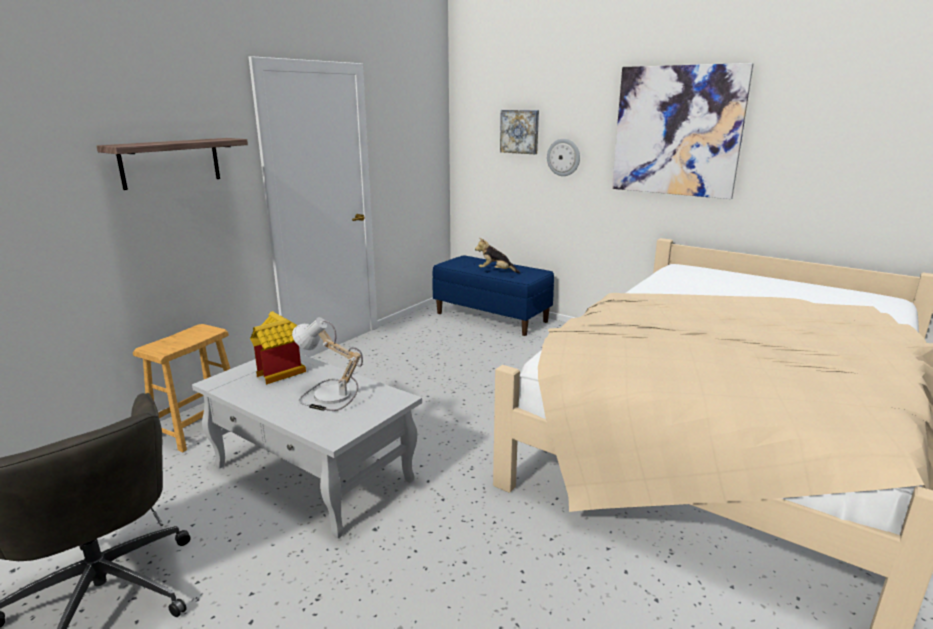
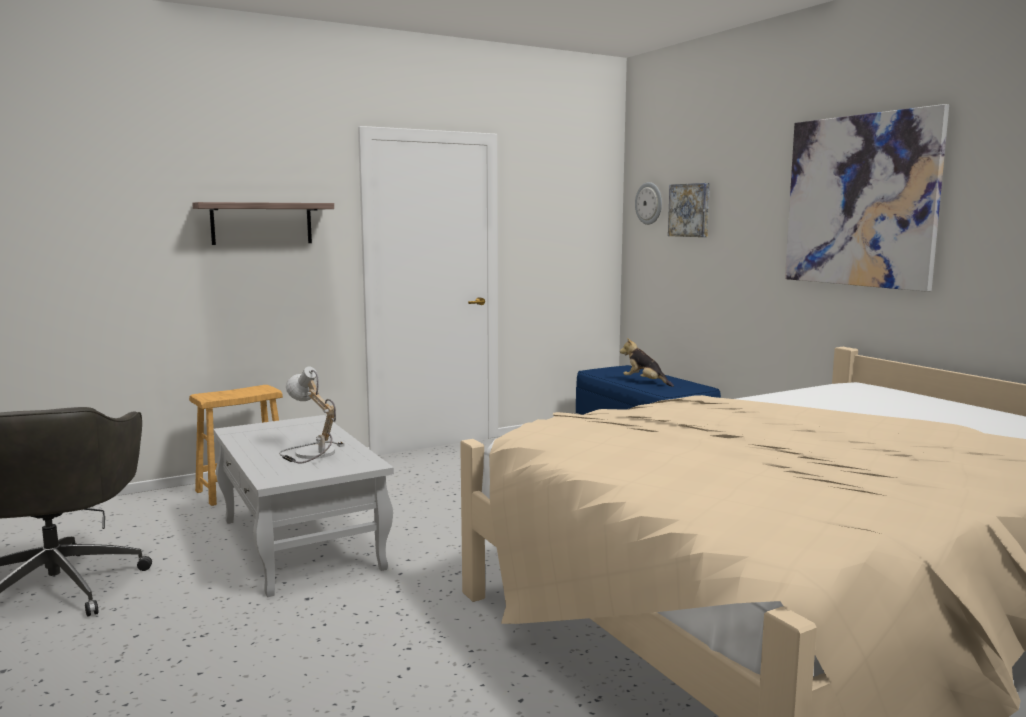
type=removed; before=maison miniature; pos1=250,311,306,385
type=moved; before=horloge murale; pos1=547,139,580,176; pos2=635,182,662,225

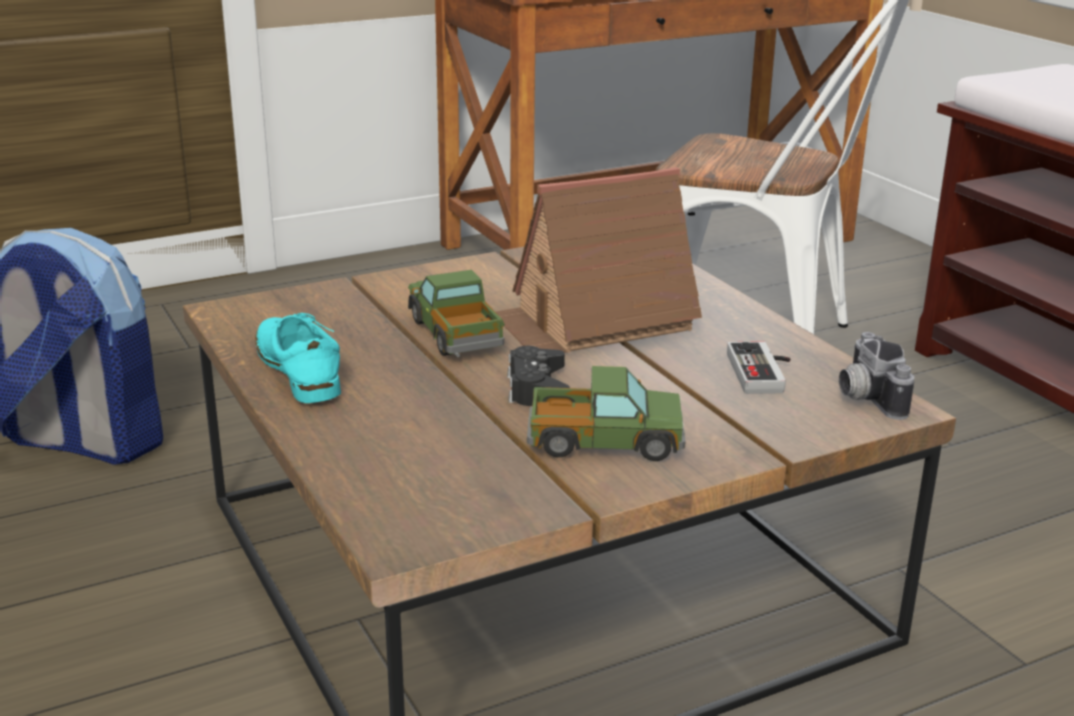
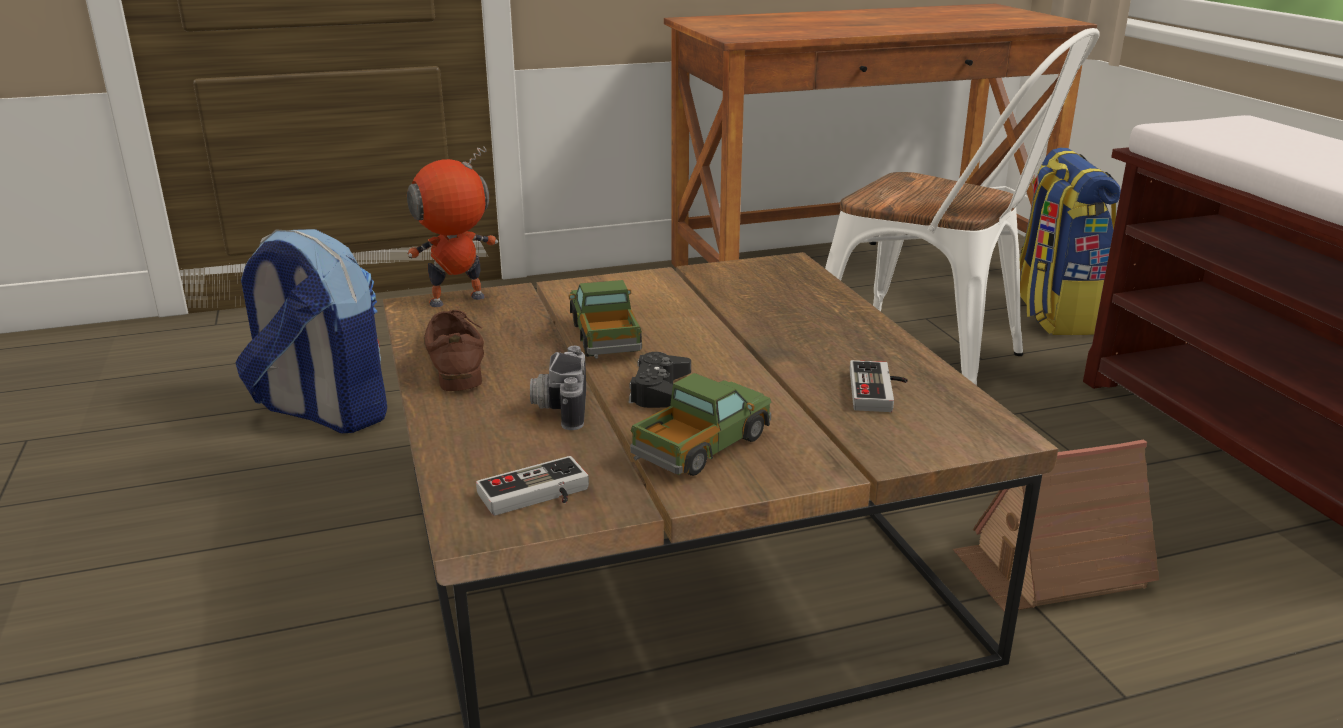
type=recoloured; before=chaussure [turquoise]; after=chaussure [marron]; pos1=255,313,341,403; pos2=424,310,484,391
type=moved; before=maison miniature; pos1=495,167,702,353; pos2=953,439,1159,612
type=turned; before=camion jouet; pos1=527,366,686,461; pos2=630,373,772,476; turn=-60
type=moved; before=appareil photo; pos1=839,332,914,420; pos2=530,346,586,430
type=added; after=robot jouet; pos2=407,146,498,307
type=added; after=manette; pos2=476,456,589,516
type=added; after=sac à dos; pos2=1020,148,1121,335

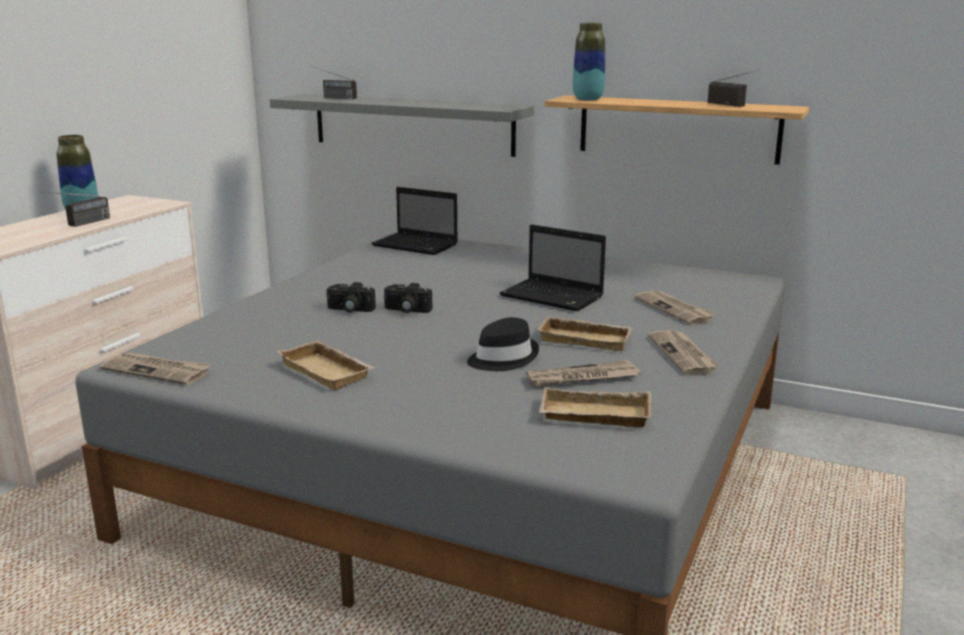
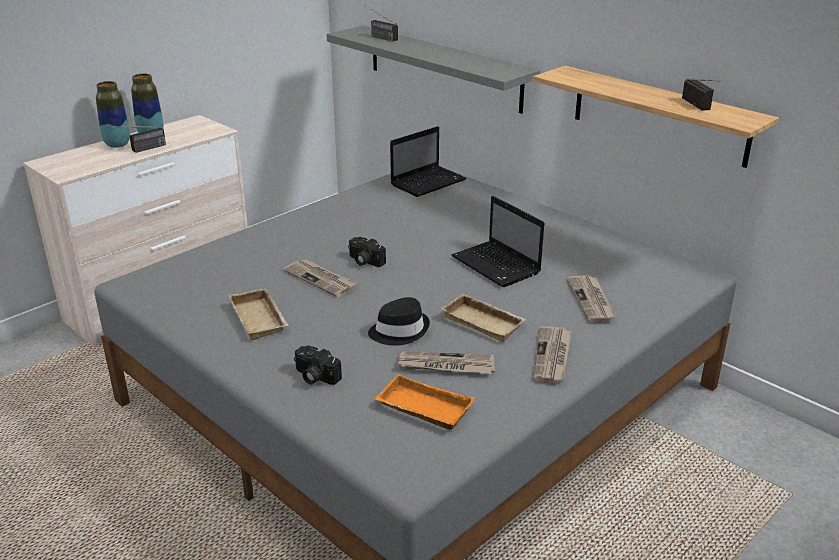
type=moved; before=journal; pos1=99,352,212,385; pos2=283,259,357,297
type=moved; before=appareil photo; pos1=326,282,376,312; pos2=294,345,342,385
type=turned; before=ordinateur portable; pos1=372,187,458,255; pos2=390,126,467,197; turn=-90
type=recoloured; before=plateau [beige]; after=plateau [orange]; pos1=539,387,652,427; pos2=374,374,475,430
type=moved; before=vase; pos1=572,23,605,101; pos2=96,81,130,148

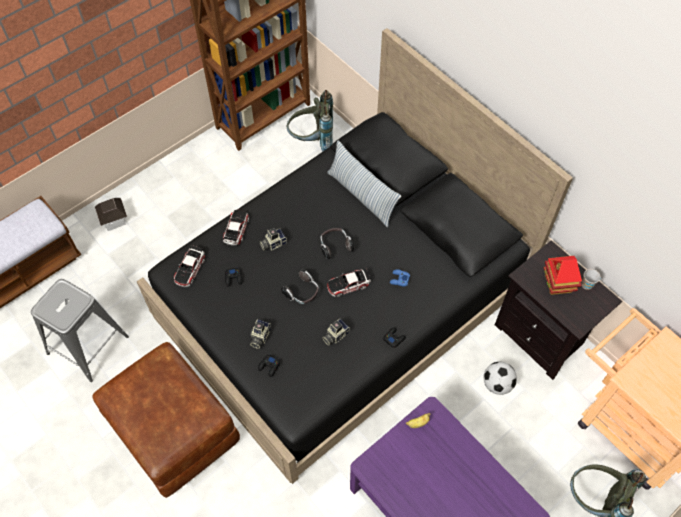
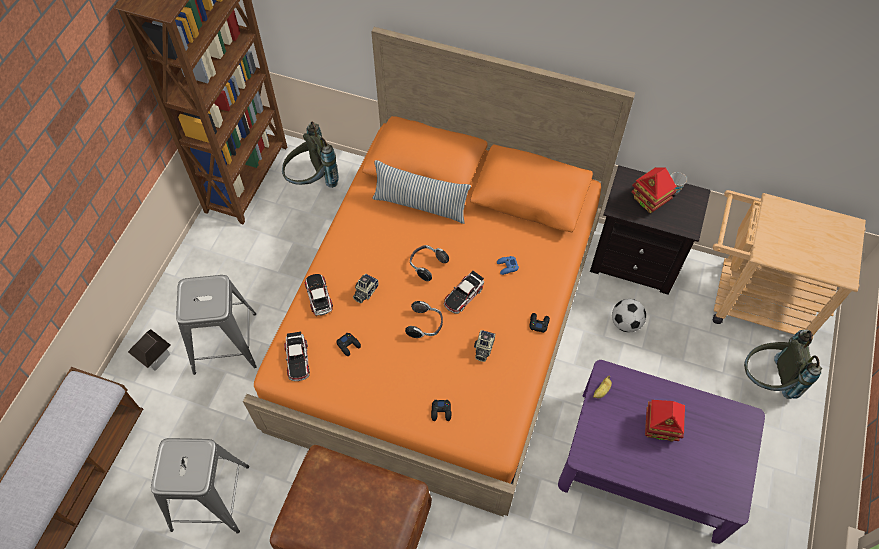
type=recoloured; before=lit [noir]; after=lit [orange]; pos1=137,28,573,484; pos2=243,27,635,517
type=removed; before=appareil photo; pos1=250,319,271,349
type=added; after=tabouret [gris]; pos2=176,275,257,375
type=added; after=maison miniature; pos2=645,400,685,442

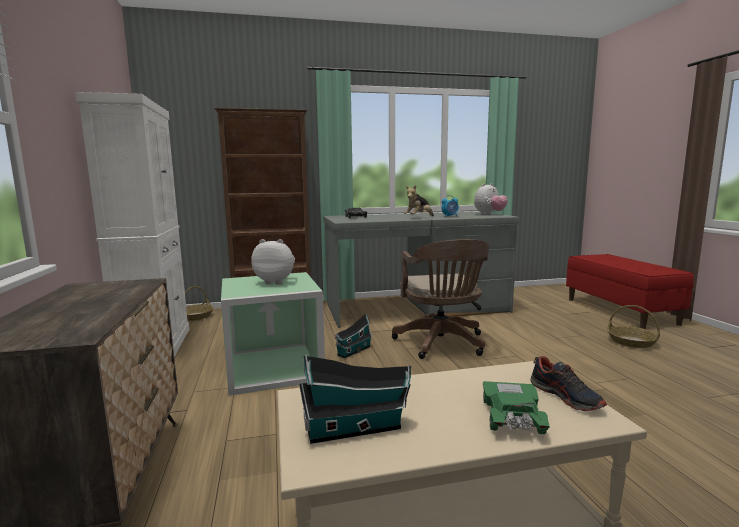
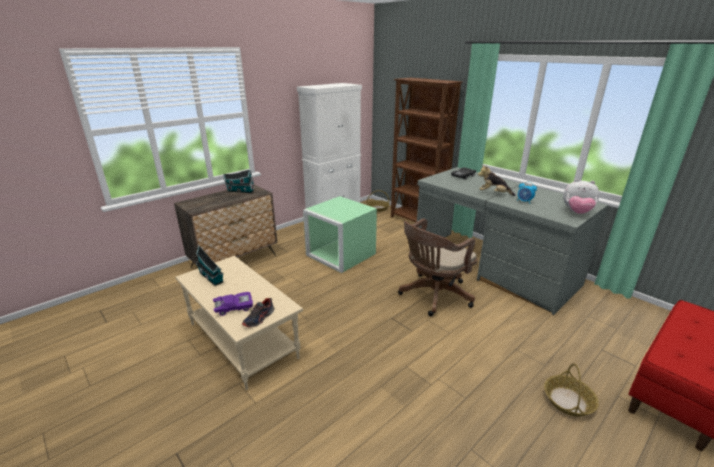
type=removed; before=peluche; pos1=251,239,295,284
type=moved; before=maison miniature; pos1=335,314,372,358; pos2=223,169,254,193
type=recoloured; before=petite voiture [vert]; after=petite voiture [violet]; pos1=483,381,550,434; pos2=213,292,253,316

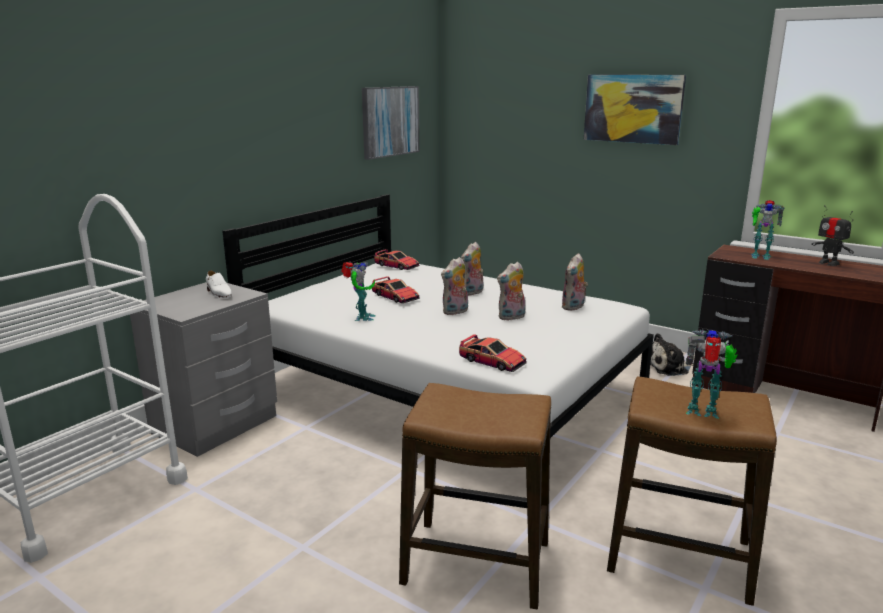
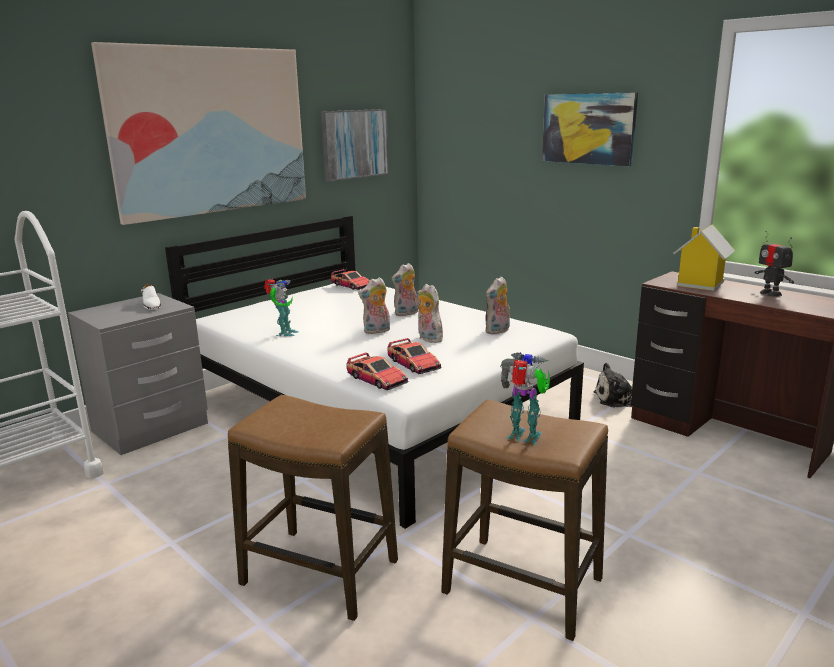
type=moved; before=petite voiture; pos1=372,276,419,303; pos2=387,338,442,374
type=turned; before=peluche; pos1=497,262,525,320; pos2=417,284,443,343; turn=75
type=replaced; before=robot jouet; after=maison miniature; pos1=751,200,784,260; pos2=673,224,735,291
type=added; after=tableau; pos2=91,42,306,225

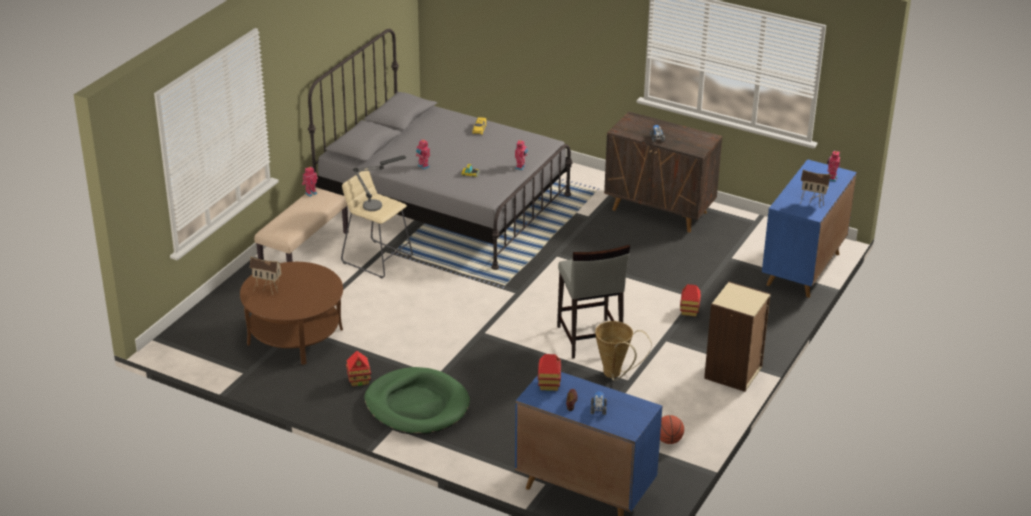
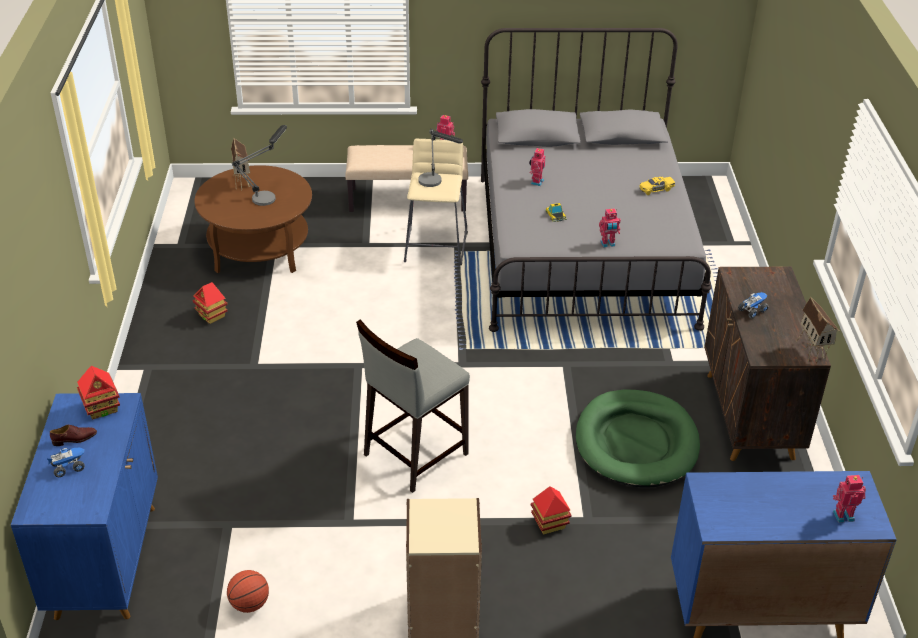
type=moved; before=panier pour chien [vert]; pos1=364,367,470,435; pos2=576,389,700,488
type=removed; before=panier; pos1=595,321,652,380
type=moved; before=maison miniature; pos1=800,170,831,207; pos2=795,297,840,364
type=added; after=lampe de table; pos2=232,125,287,206

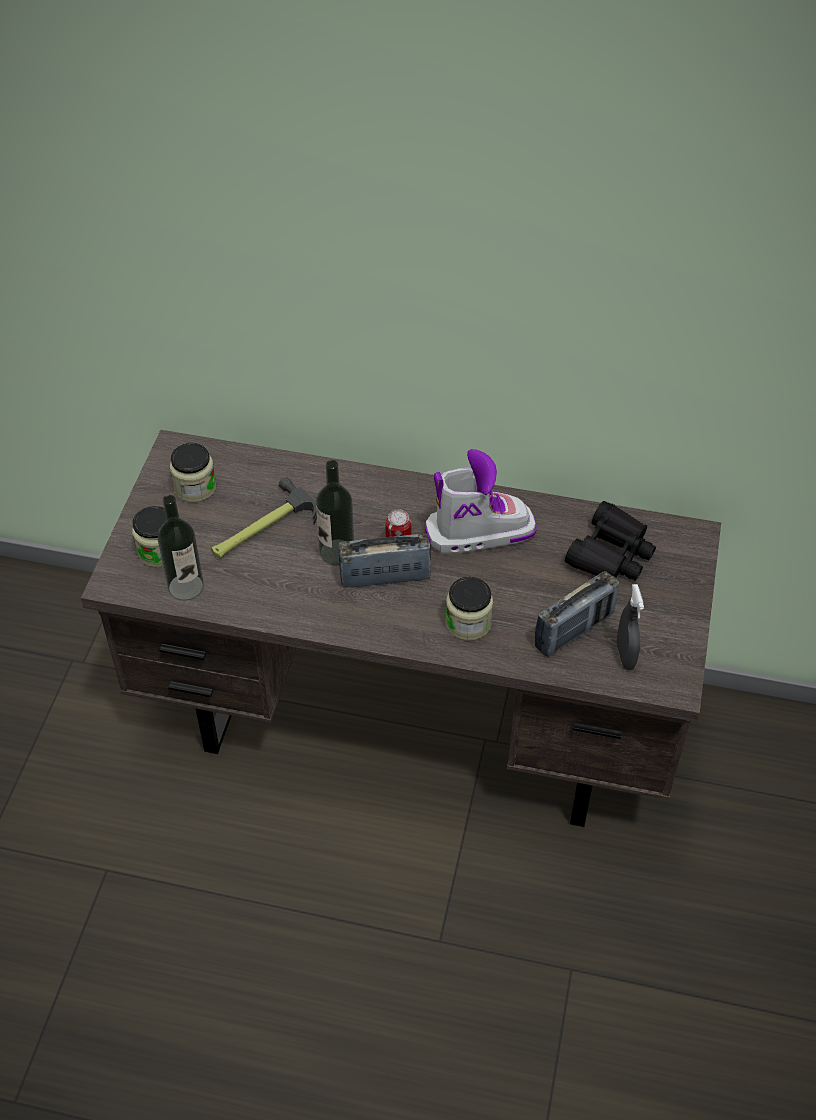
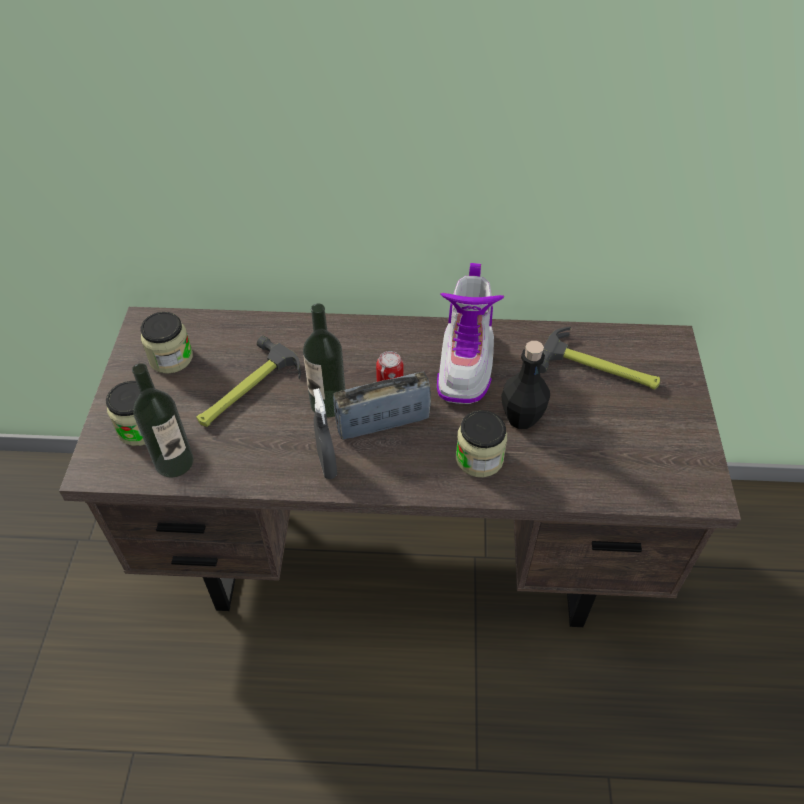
type=turned; before=botte; pos1=425,449,537,554; pos2=437,263,504,404; turn=120
type=removed; before=radio; pos1=535,571,619,657
type=replaced; before=jumelles [noir]; after=marteau; pos1=565,501,656,581; pos2=540,327,660,390
type=moved; before=vaporisateur [gris]; pos1=617,584,644,670; pos2=313,388,337,479
type=added; after=bouteille [noir]; pos2=501,341,550,429

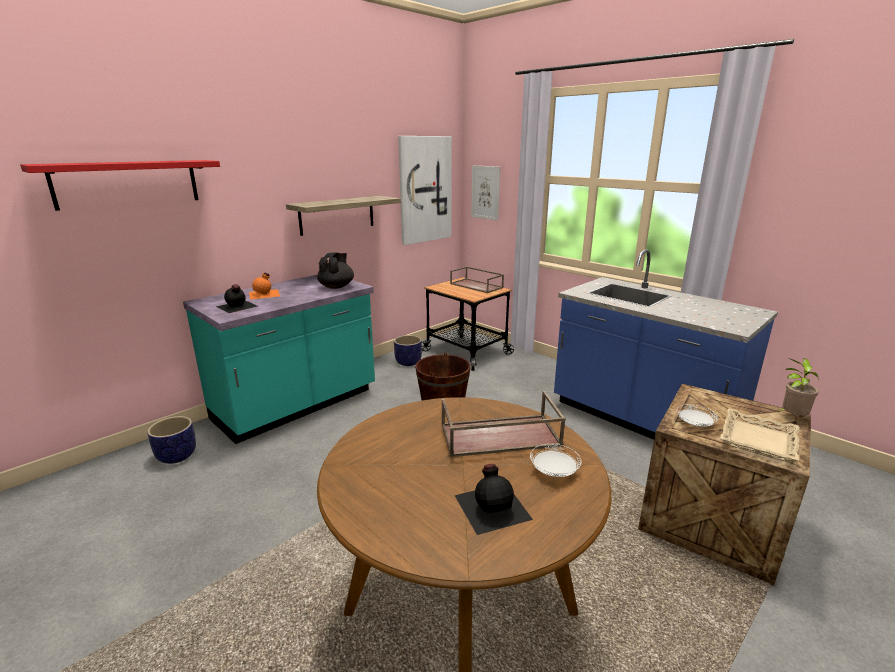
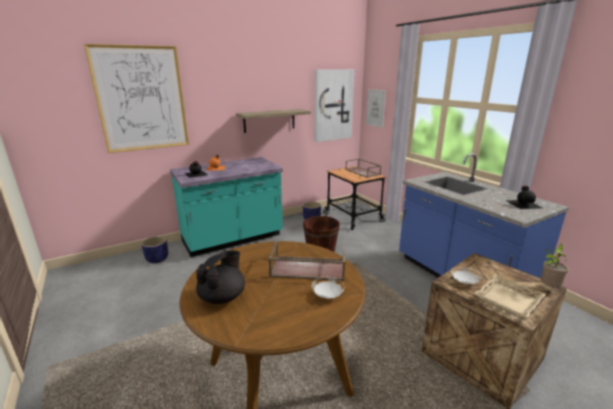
type=replaced; before=étagère [rouge]; after=tableau; pos1=20,160,220,211; pos2=84,44,189,153
type=moved; before=théière [noir]; pos1=317,253,354,289; pos2=196,250,245,304
type=moved; before=bouteille [noir]; pos1=454,464,533,535; pos2=505,186,543,209

